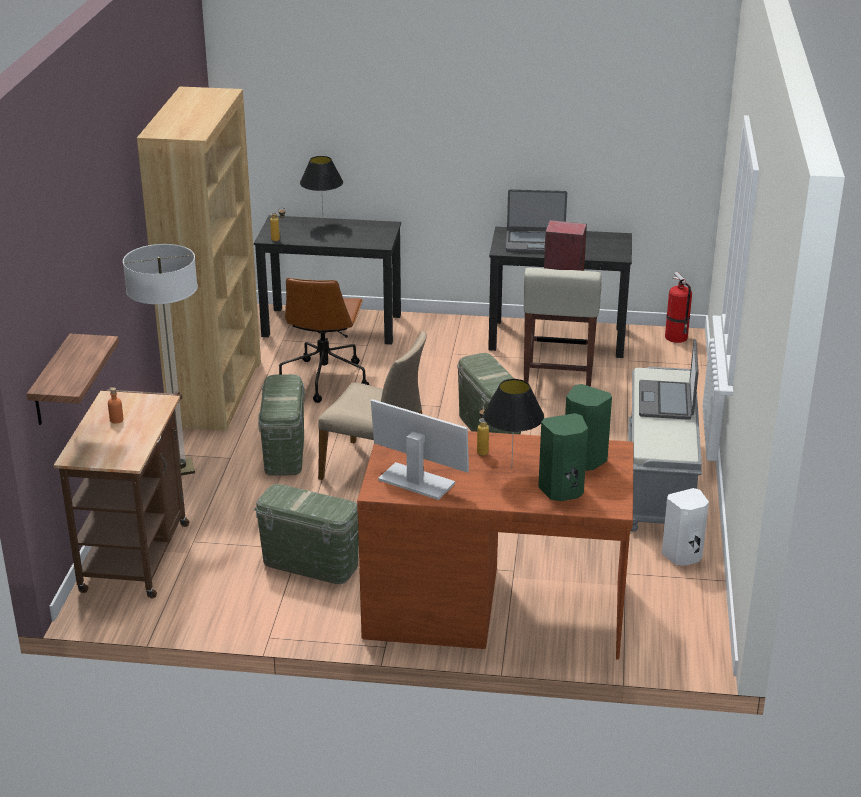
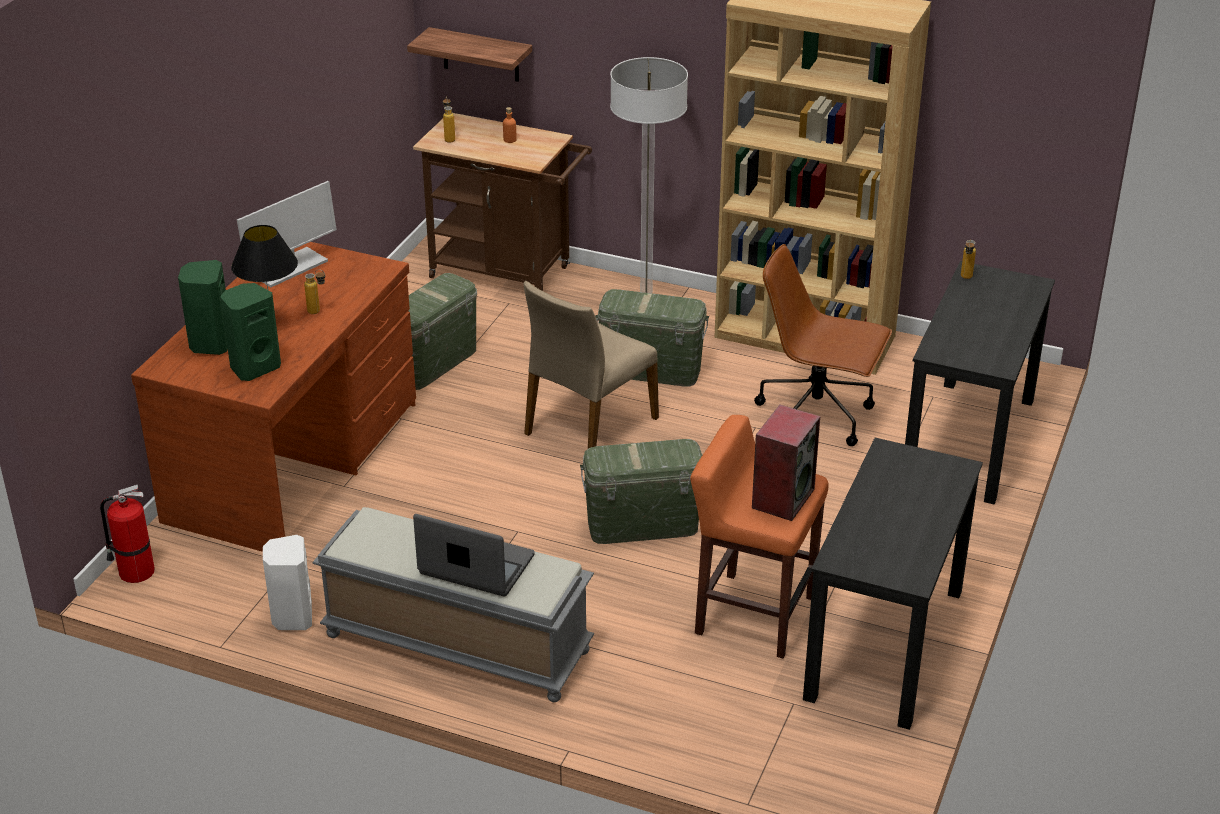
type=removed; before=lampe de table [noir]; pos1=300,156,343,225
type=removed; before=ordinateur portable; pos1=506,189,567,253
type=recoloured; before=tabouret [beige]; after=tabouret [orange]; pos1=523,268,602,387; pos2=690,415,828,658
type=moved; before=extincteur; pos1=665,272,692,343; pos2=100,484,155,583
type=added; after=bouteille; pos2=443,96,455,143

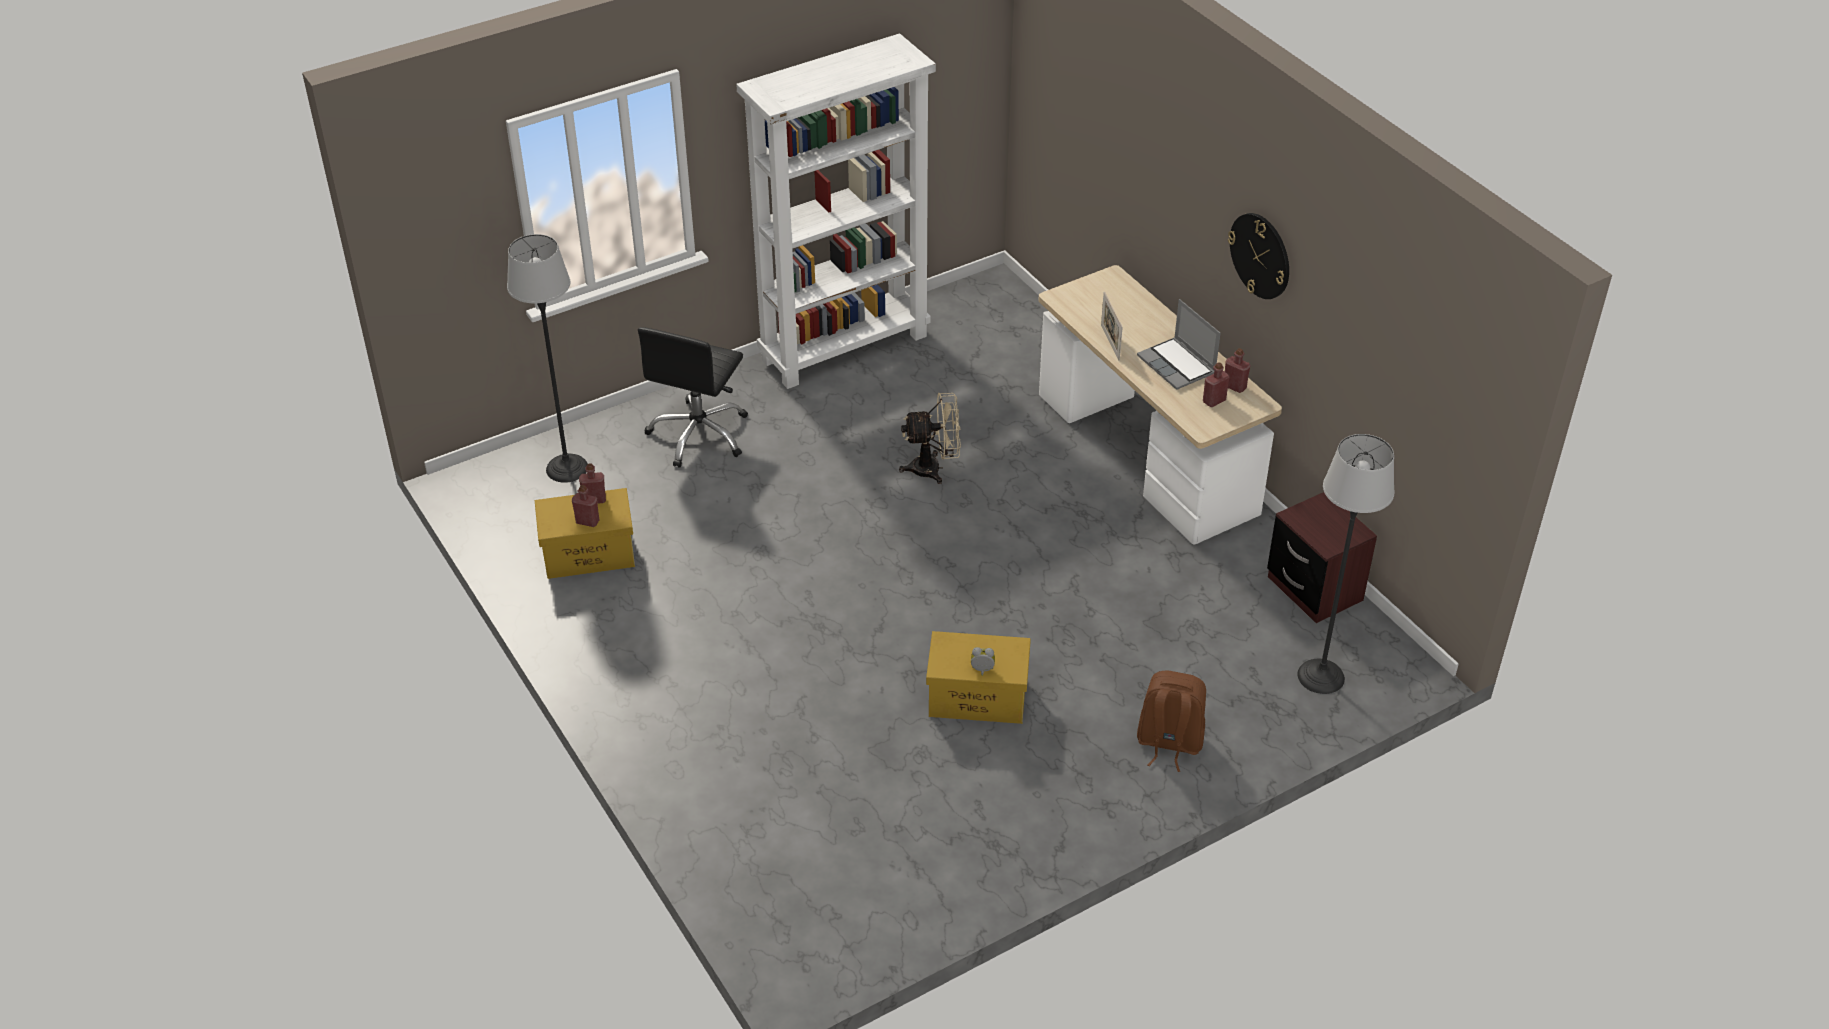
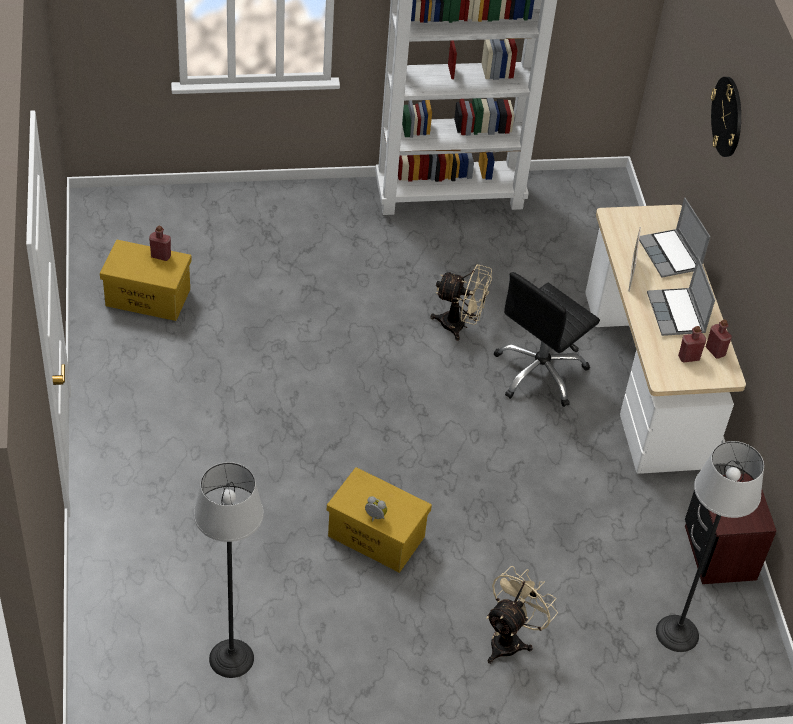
type=moved; before=lampadaire; pos1=507,234,588,483; pos2=194,462,264,678
type=removed; before=bouteille [rouge]; pos1=572,485,599,527
type=moved; before=chaise de bureau [noir]; pos1=638,327,748,468; pos2=494,272,600,407
type=replaced; before=sac à dos [marron]; after=ventilateur [beige]; pos1=1137,670,1206,772; pos2=486,566,558,664
type=moved; before=horloge murale; pos1=1228,213,1289,299; pos2=711,77,741,157
type=added; after=ordinateur portable; pos2=639,198,710,278

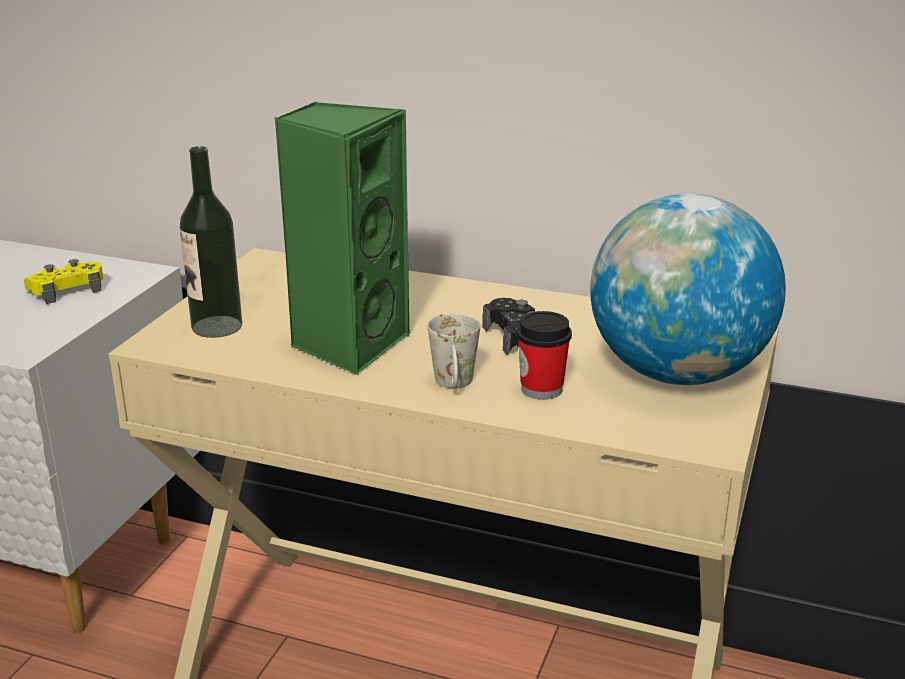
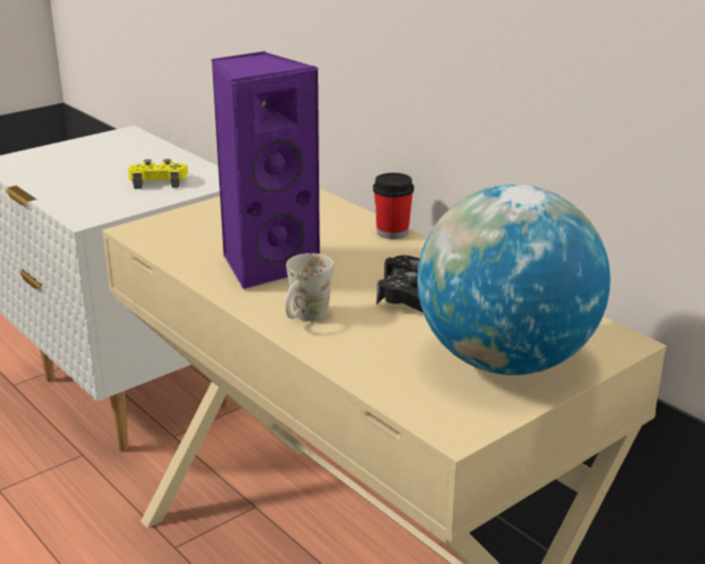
type=removed; before=bouteille; pos1=180,146,242,338
type=recoloured; before=enceinte [vert]; after=enceinte [violet]; pos1=275,101,410,375; pos2=211,51,320,290
type=moved; before=tasse; pos1=517,311,572,400; pos2=373,173,414,239

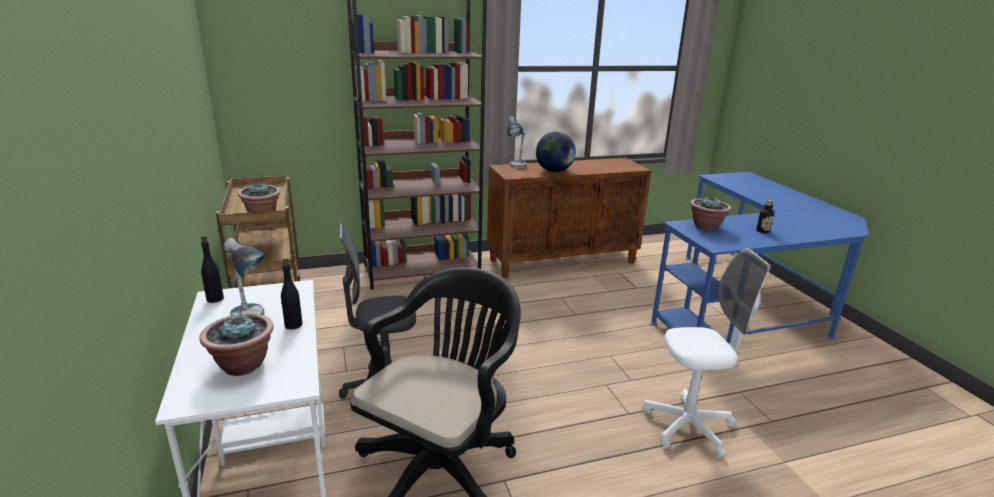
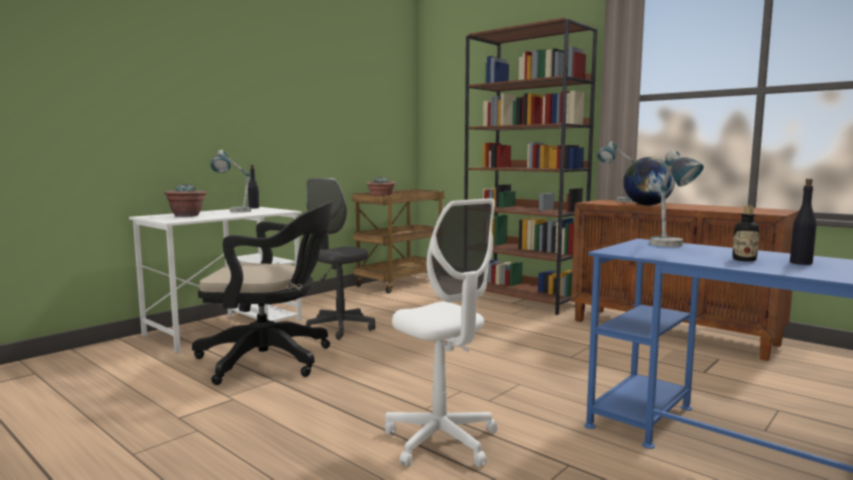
type=moved; before=bouteille [noir]; pos1=281,258,303,329; pos2=790,179,816,265
type=replaced; before=plante en pot; after=lampe de table; pos1=690,196,732,231; pos2=650,150,704,247

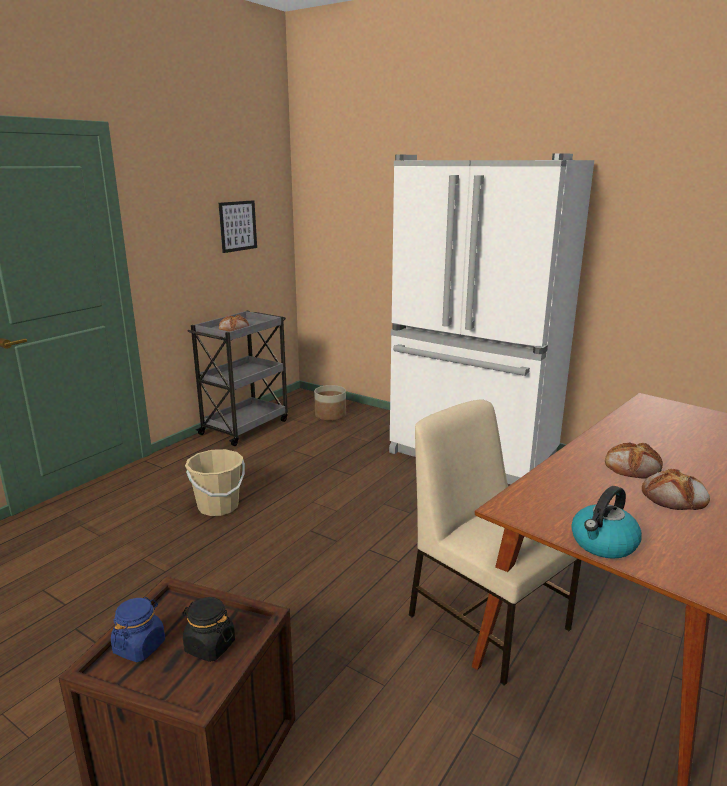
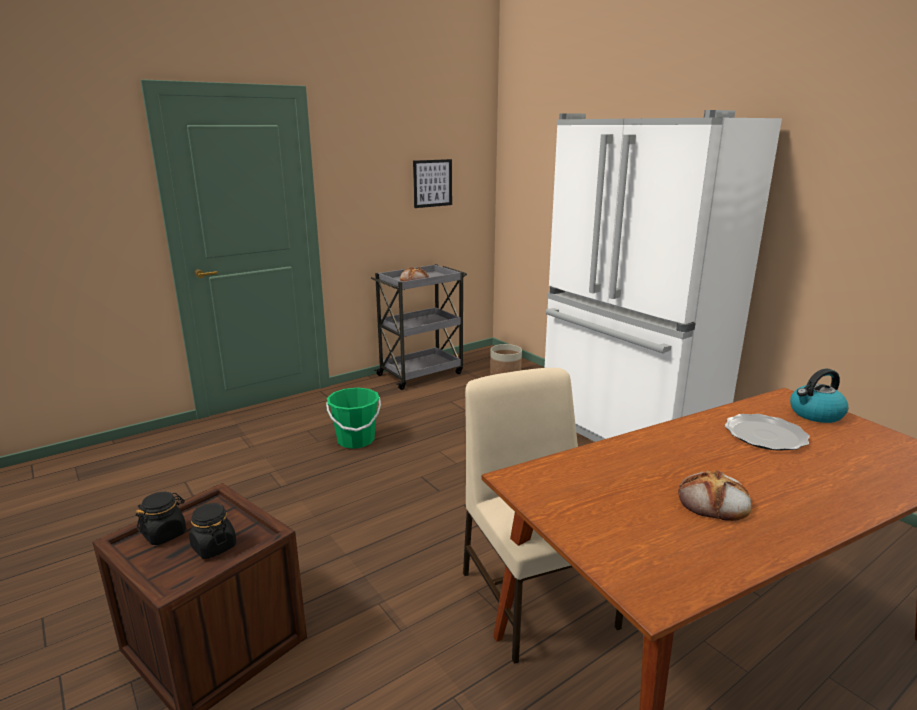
type=recoloured; before=bocal [bleu]; after=bocal [noir]; pos1=111,597,165,662; pos2=136,492,186,545
type=recoloured; before=seau [beige]; after=seau [vert]; pos1=185,449,245,516; pos2=326,388,381,449
type=moved; before=bouilloire; pos1=571,486,642,559; pos2=790,368,848,423
type=removed; before=pain; pos1=605,442,663,479
type=added; after=assiette; pos2=724,414,810,451

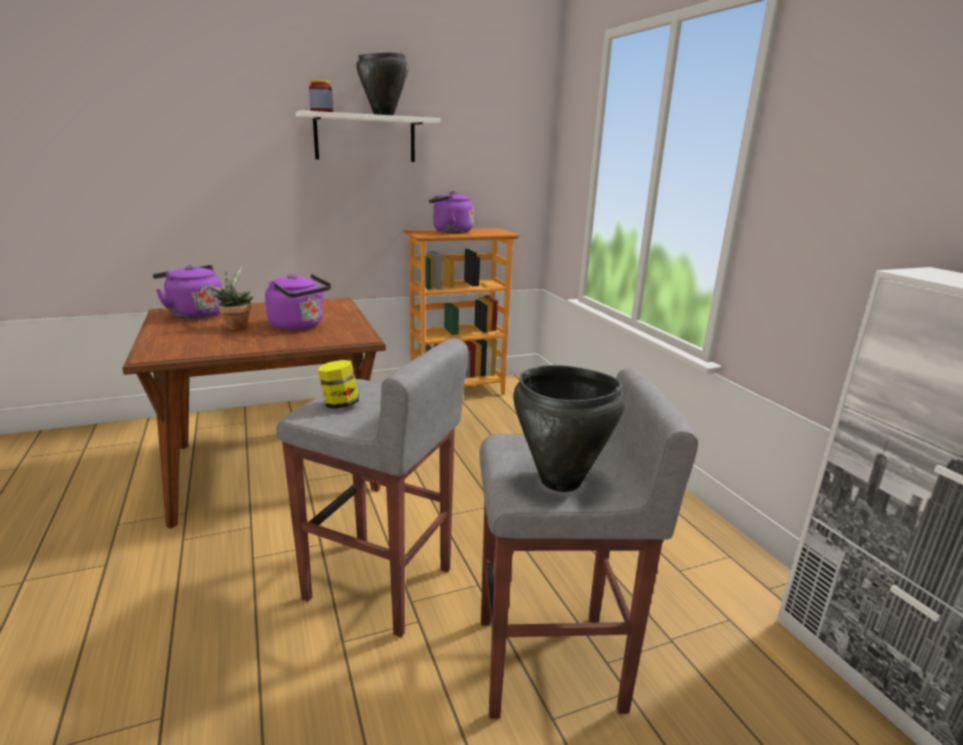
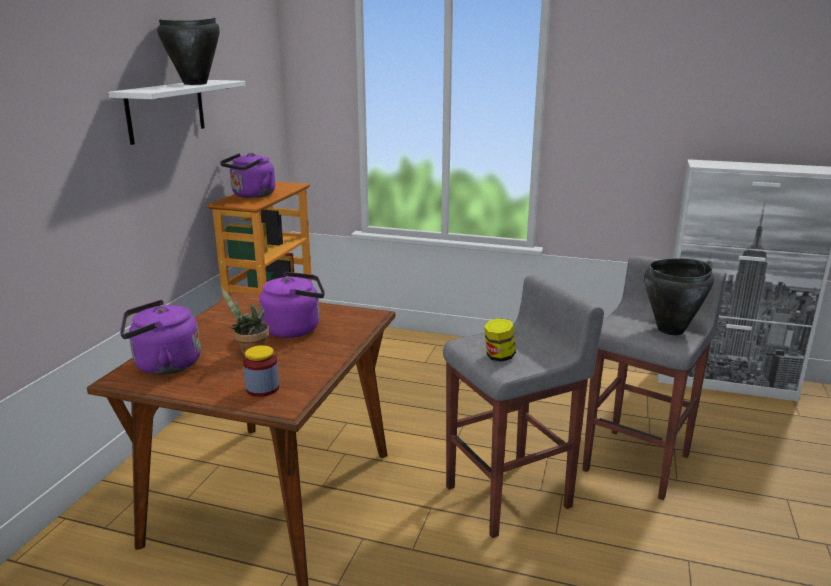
type=moved; before=bocal; pos1=309,80,333,112; pos2=243,345,279,397

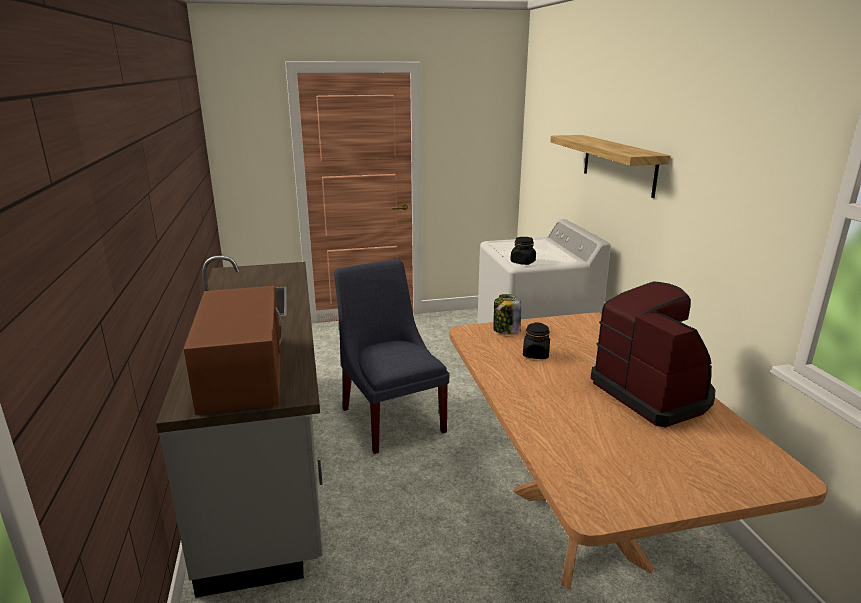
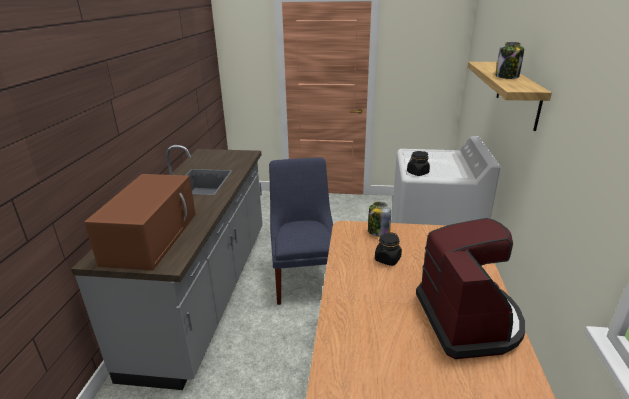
type=added; after=bocal; pos2=495,42,524,79

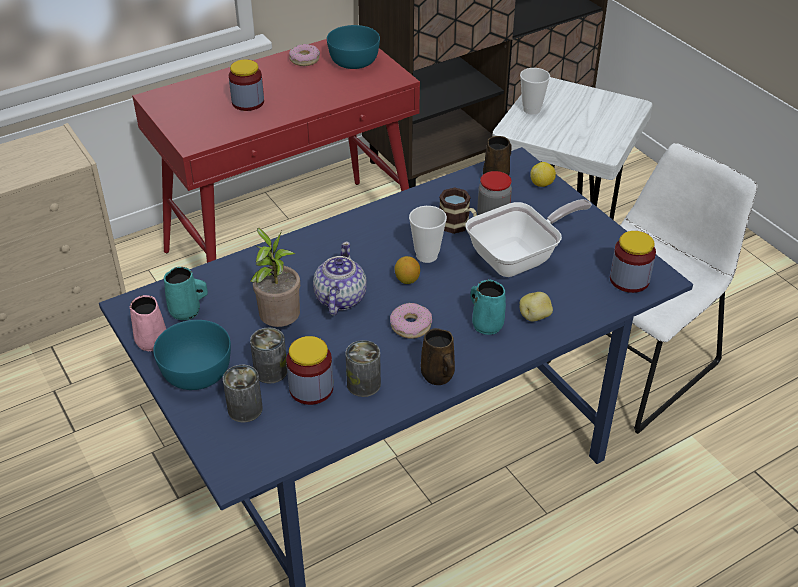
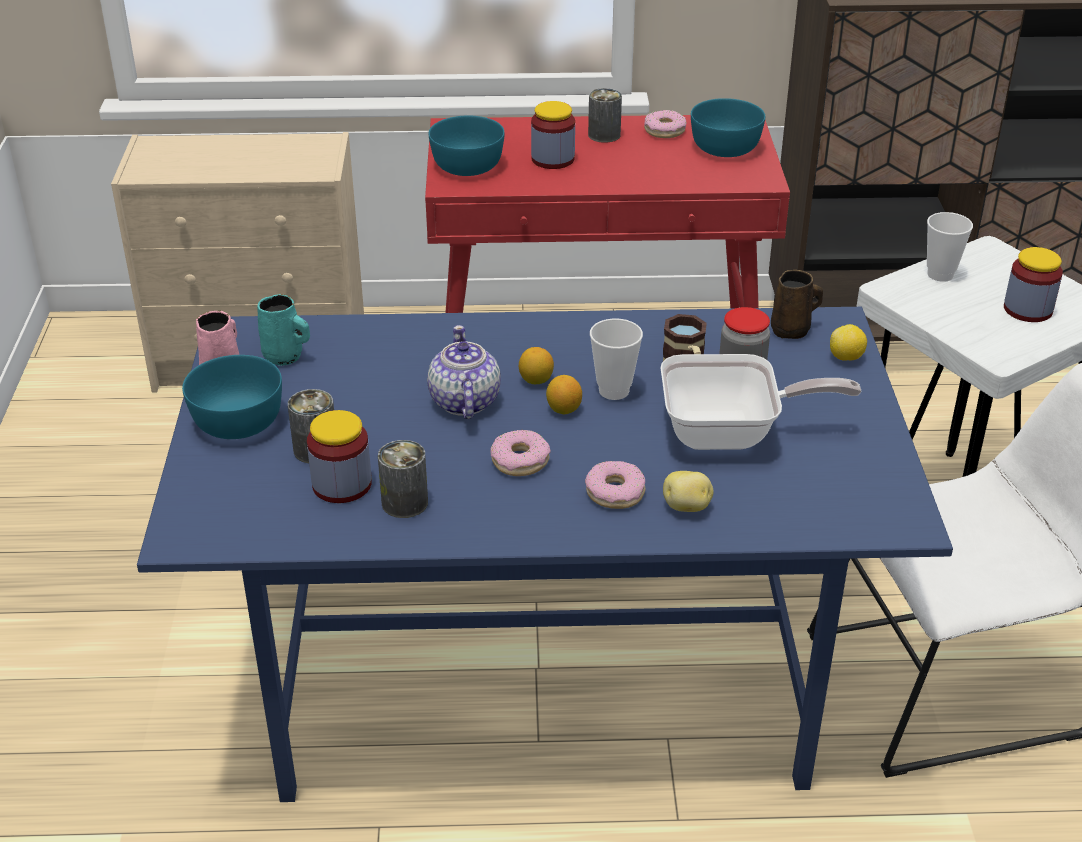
type=moved; before=boîte métallique; pos1=223,365,263,422; pos2=588,88,622,143
type=removed; before=plante en pot; pos1=251,228,300,327
type=turned; before=théière; pos1=313,242,367,315; pos2=427,325,501,419; turn=-45
type=removed; before=mug [marron]; pos1=421,328,455,385
type=replaced; before=mug [turquoise]; after=beignet; pos1=471,279,506,335; pos2=585,461,645,509
type=moved; before=bocal; pos1=610,231,656,293; pos2=1004,247,1063,322
type=added; after=bol [turquoise]; pos2=429,116,505,176
type=added; after=citron; pos2=519,347,554,384

